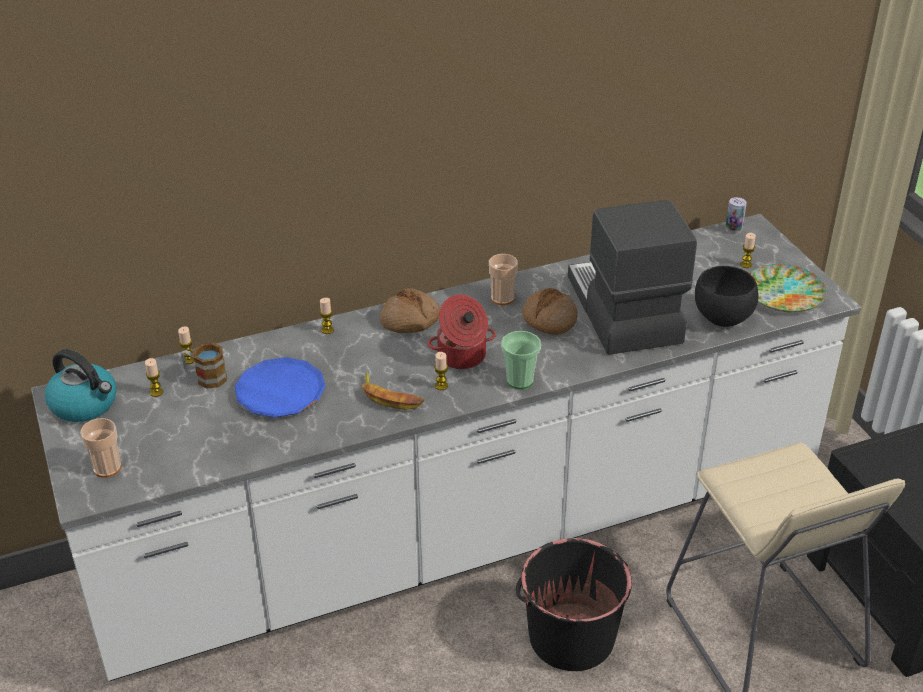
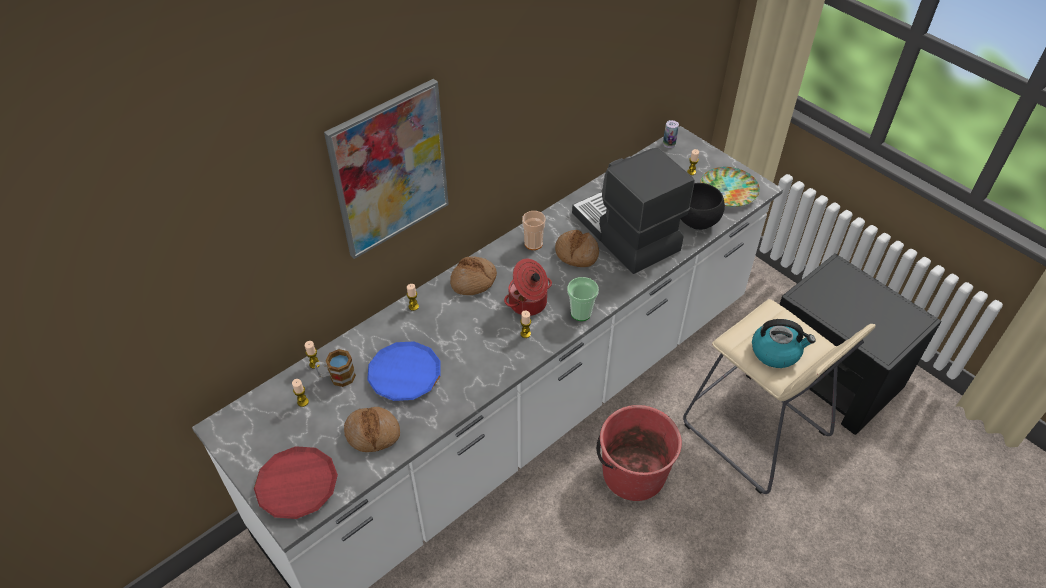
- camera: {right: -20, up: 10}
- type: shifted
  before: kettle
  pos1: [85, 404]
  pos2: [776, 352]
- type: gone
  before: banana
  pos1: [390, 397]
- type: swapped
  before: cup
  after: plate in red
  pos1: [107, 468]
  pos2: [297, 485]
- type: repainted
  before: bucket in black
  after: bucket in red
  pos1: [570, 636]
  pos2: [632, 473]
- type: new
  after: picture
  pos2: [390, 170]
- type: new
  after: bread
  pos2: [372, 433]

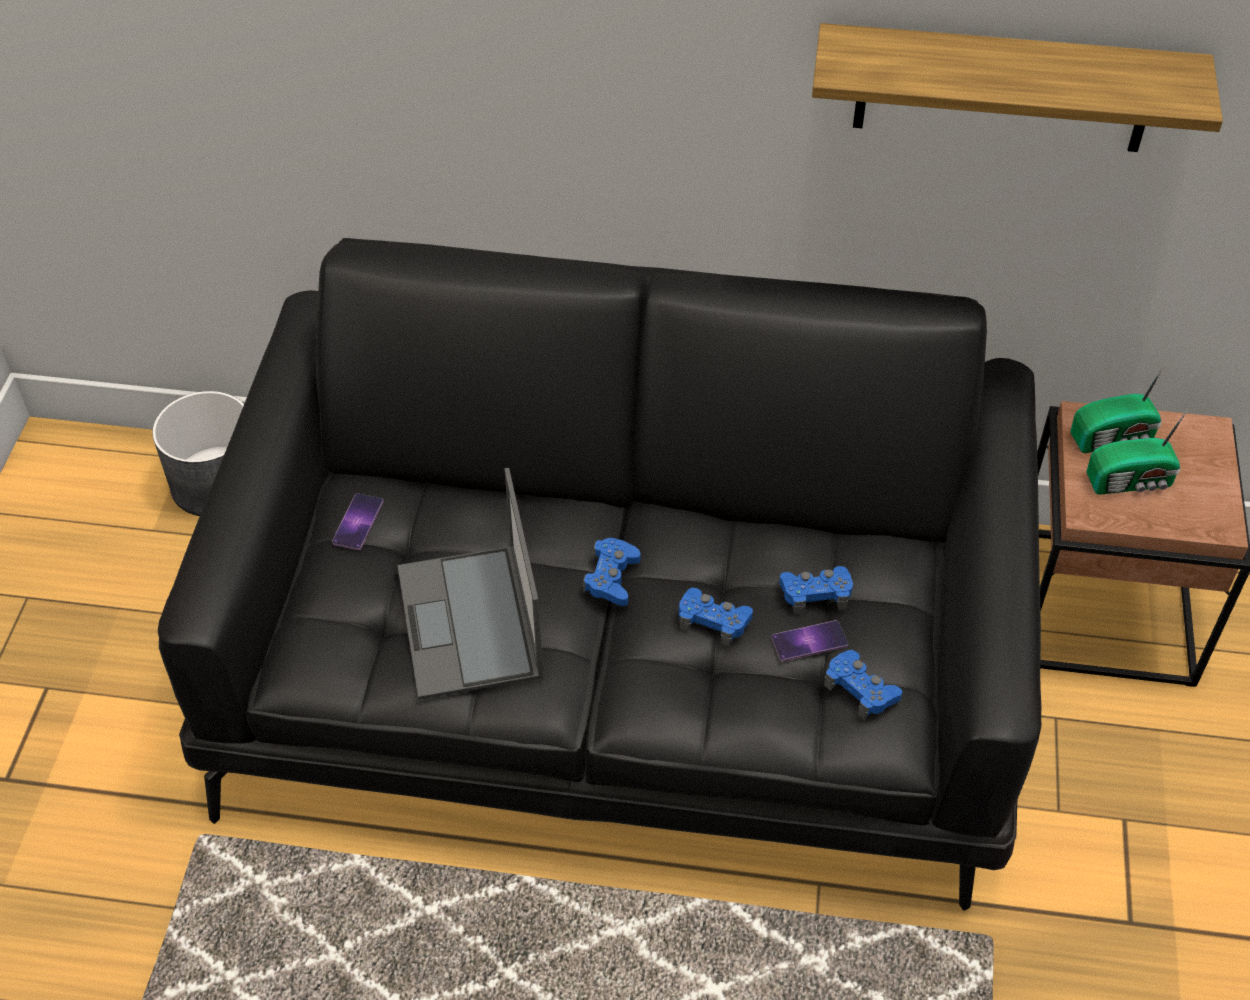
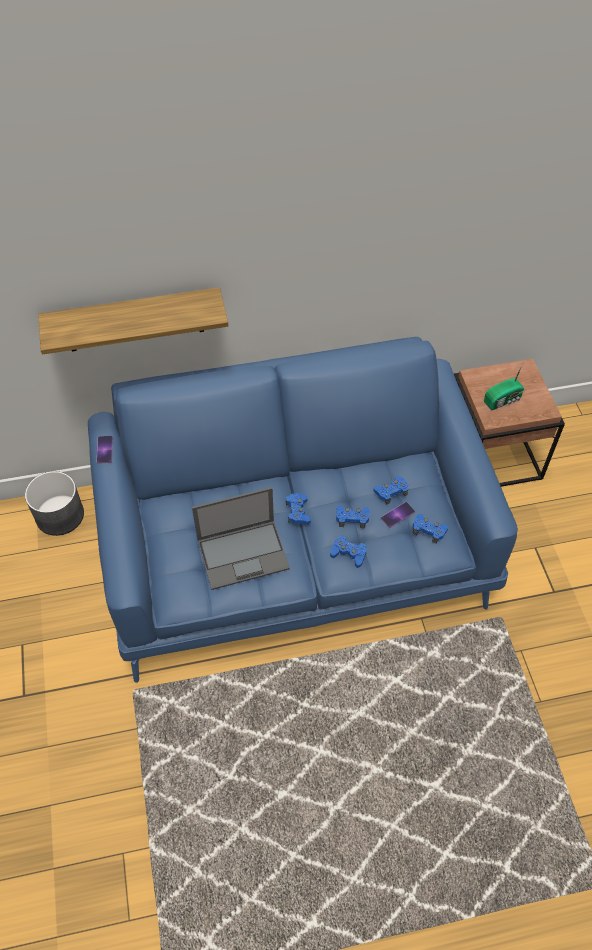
- camera: {right: -20, up: 5}
- type: shifted
  before: shelf
  pos1: [1004, 89]
  pos2: [134, 320]
- type: repainted
  before: sofa in black
  after: sofa in blue
  pos1: [624, 666]
  pos2: [295, 546]
- type: gone
  before: radio
  pos1: [1114, 438]
- type: rotated
  before: laptop
  pos1: [470, 624]
  pos2: [244, 553]
  turn: -75
- type: shifted
  before: phone
  pos1: [358, 522]
  pos2: [104, 449]
- type: new
  after: game controller in blue
  pos2: [348, 553]

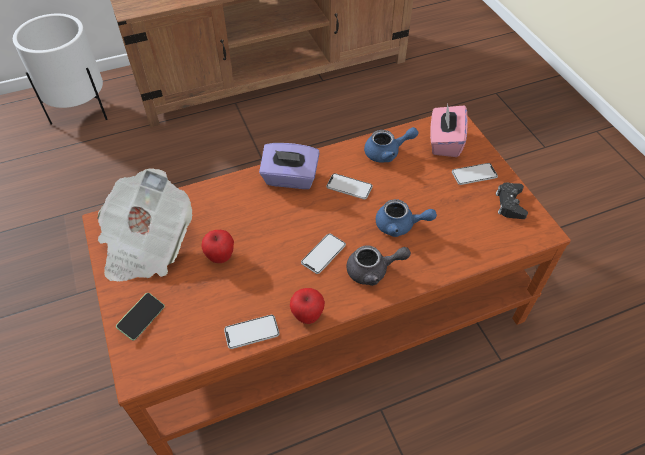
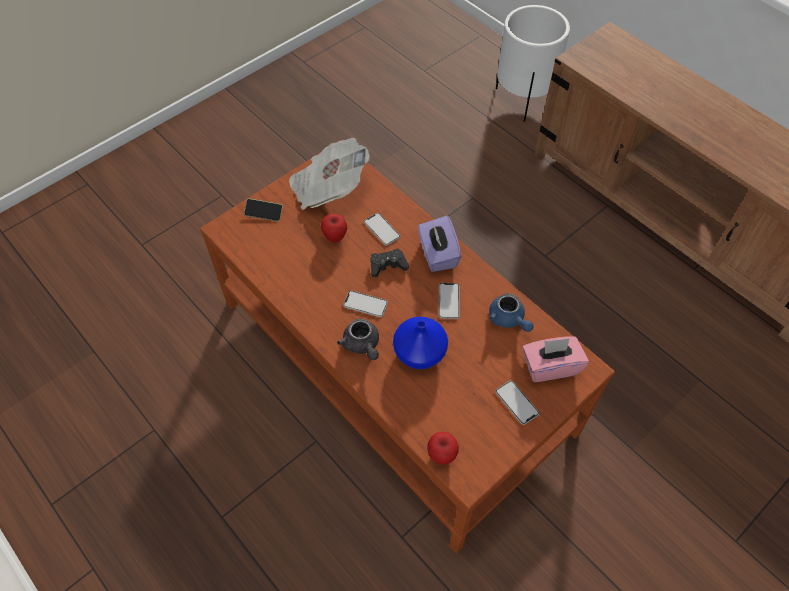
- camera: {right: 70, up: 5}
- type: shifted
  before: game controller in black
  pos1: [510, 204]
  pos2: [387, 265]
- type: swapped
  before: teapot in blue
  after: vase in blue
  pos1: [400, 225]
  pos2: [420, 353]
- type: shifted
  before: apple
  pos1: [307, 315]
  pos2: [441, 455]
- type: shifted
  before: phone
  pos1: [251, 332]
  pos2: [381, 229]

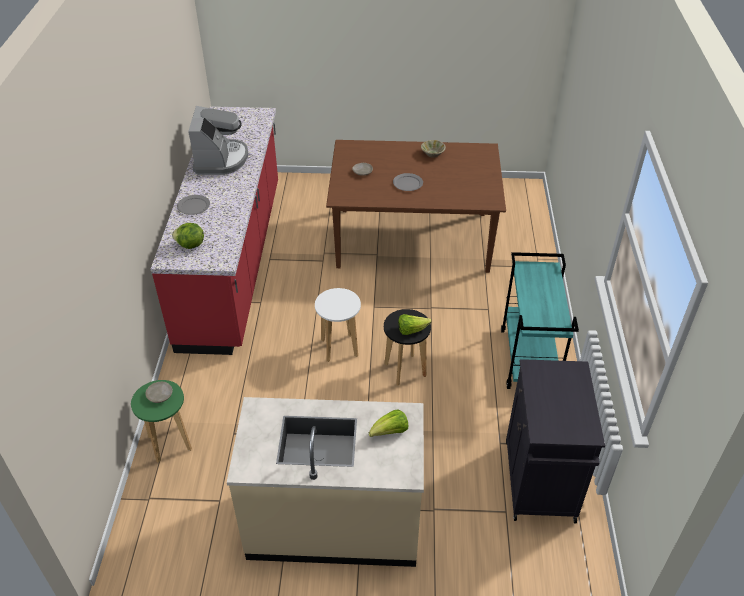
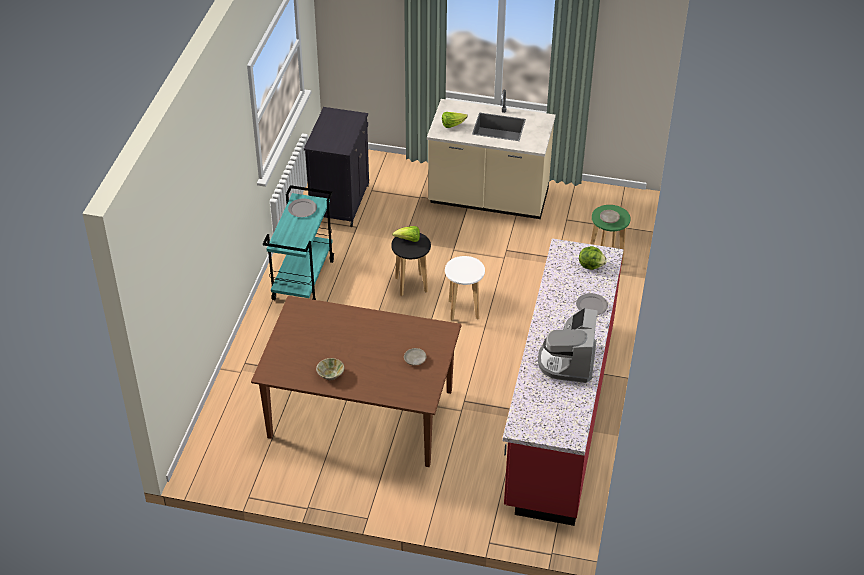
- camera: {right: -170, up: 0}
- type: shifted
  before: plate in grey
  pos1: [408, 183]
  pos2: [302, 209]

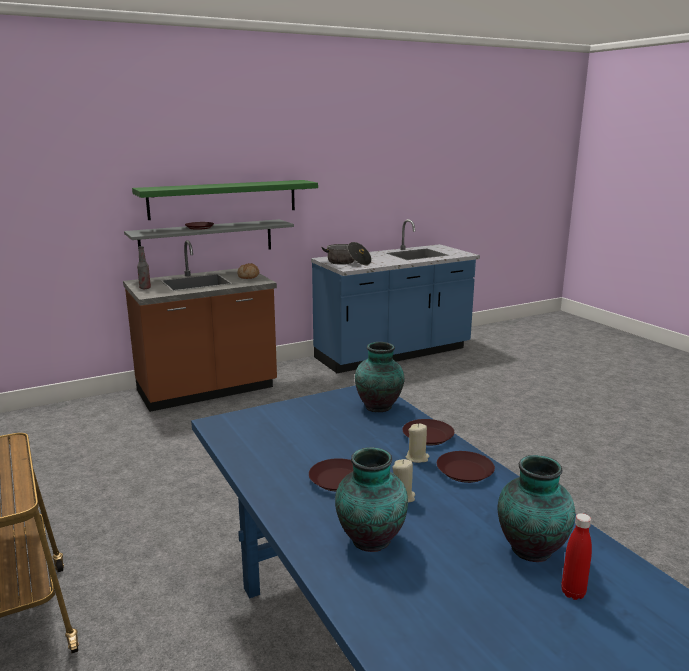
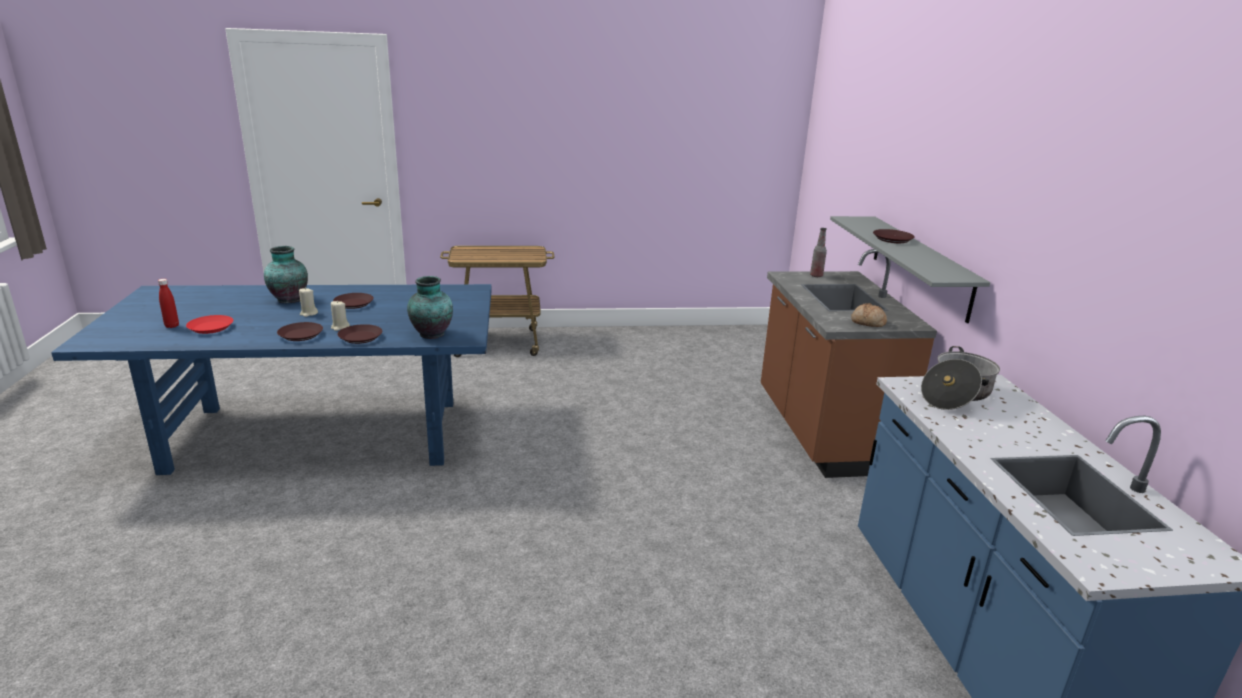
- camera: {right: 110, up: 5}
- type: gone
  before: shelf in green
  pos1: [224, 199]
- type: swapped
  before: vase
  after: plate in red
  pos1: [531, 550]
  pos2: [210, 327]

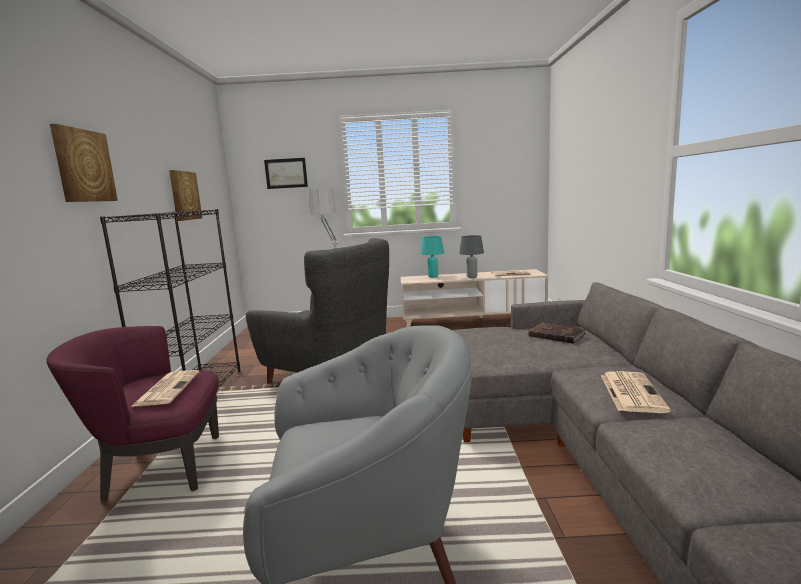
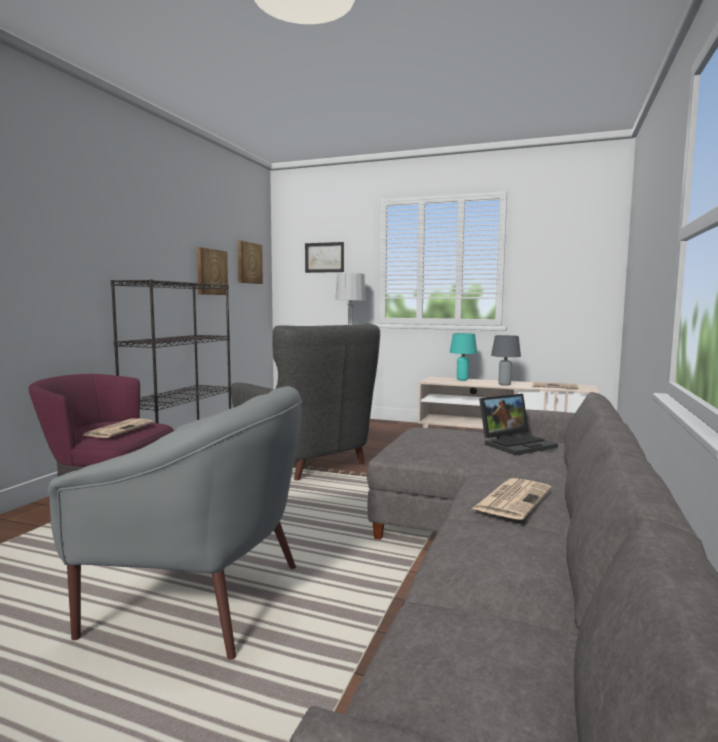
- camera: {right: 20, up: -5}
- type: shifted
  before: picture
  pos1: [83, 166]
  pos2: [249, 263]
- type: swapped
  before: book in brown
  after: laptop
  pos1: [556, 335]
  pos2: [516, 444]

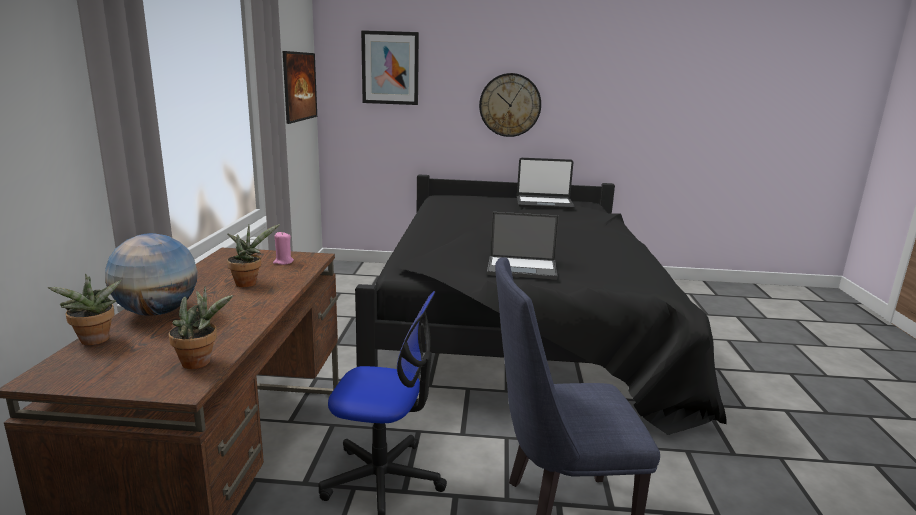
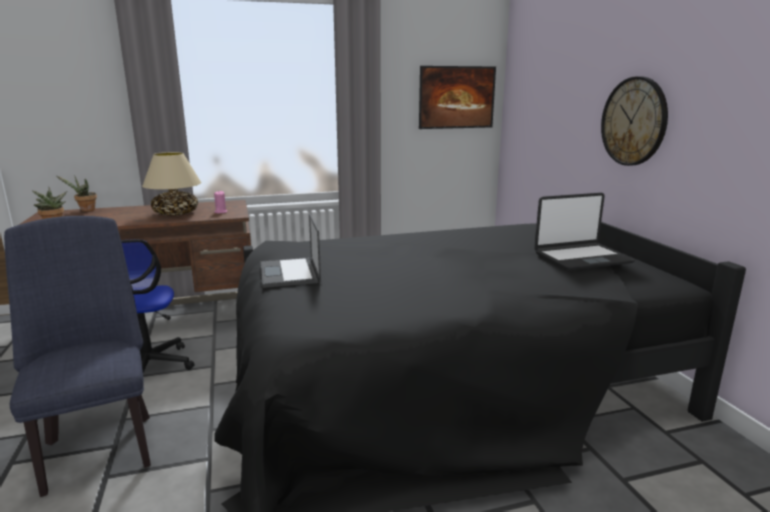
- camera: {right: 70, up: 0}
- type: gone
  before: picture
  pos1: [390, 68]
- type: rotated
  before: laptop
  pos1: [544, 203]
  pos2: [581, 258]
  turn: -90
- type: swapped
  before: potted plant
  after: table lamp in beige
  pos1: [248, 283]
  pos2: [175, 213]
- type: gone
  before: globe
  pos1: [158, 312]

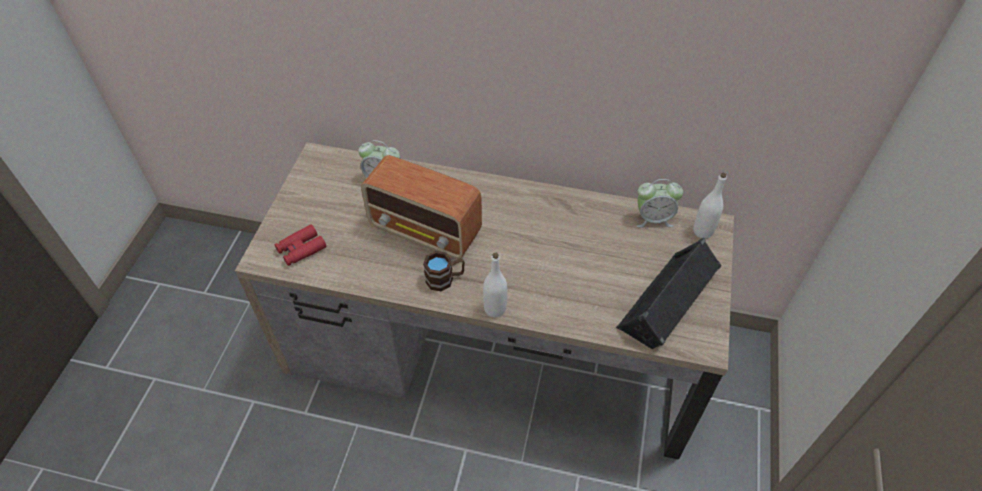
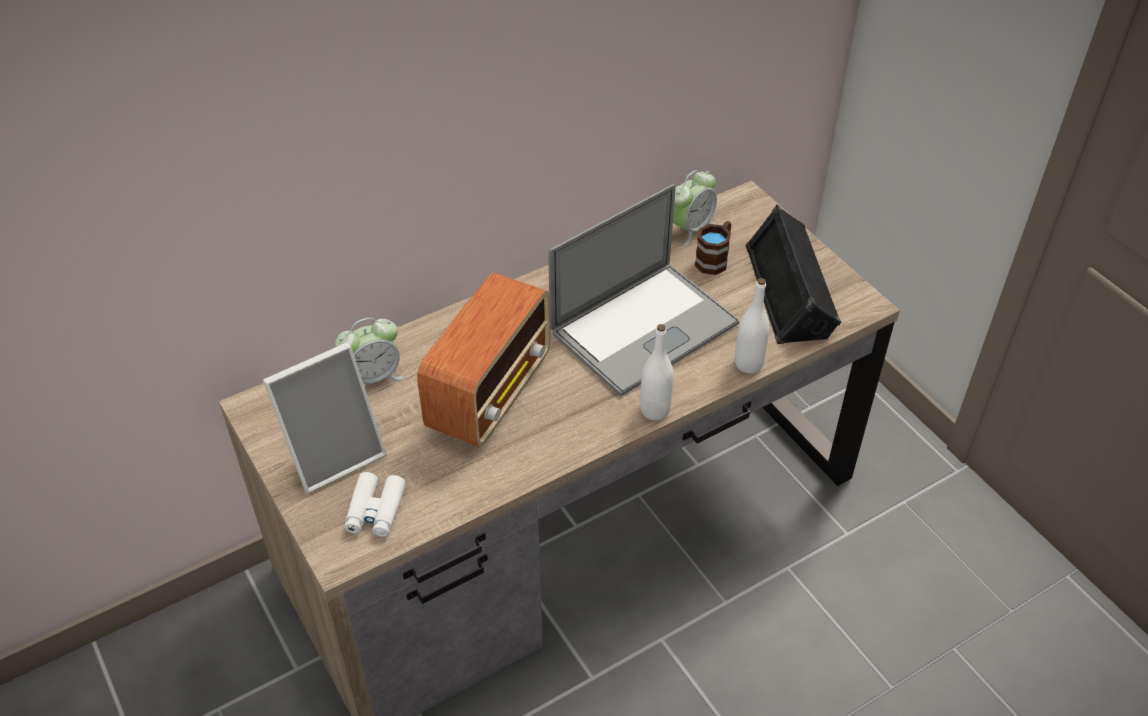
- camera: {right: -45, up: -5}
- type: rotated
  before: radio
  pos1: [426, 231]
  pos2: [491, 391]
  turn: -45
- type: shifted
  before: bottle in white
  pos1: [702, 231]
  pos2: [748, 364]
- type: repainted
  before: binoculars in red
  after: binoculars in white
  pos1: [301, 249]
  pos2: [375, 510]
- type: shifted
  before: mug in brown
  pos1: [445, 279]
  pos2: [714, 259]
- type: new
  after: laptop
  pos2: [644, 328]
- type: new
  after: picture frame
  pos2: [334, 454]

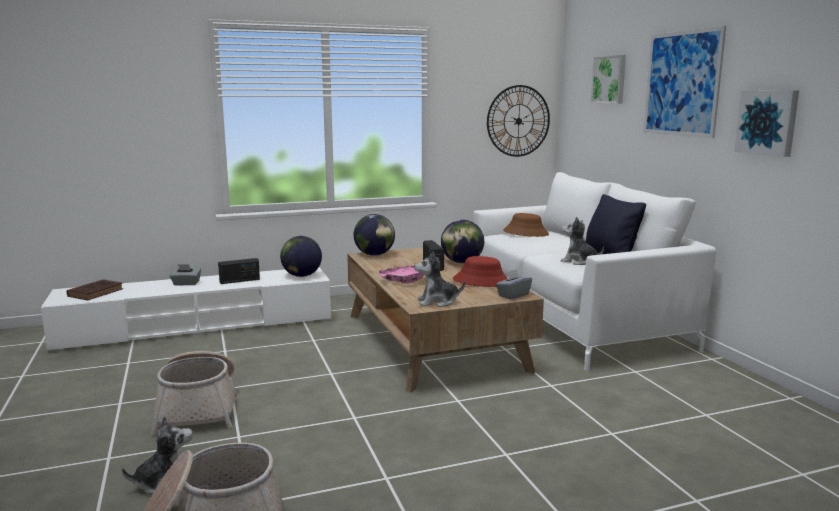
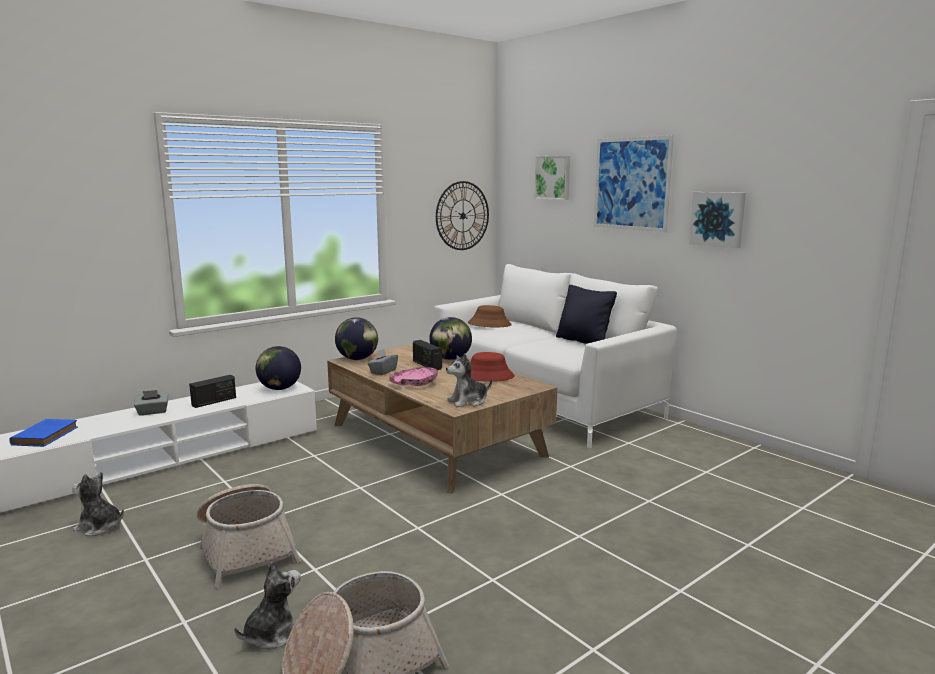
- camera: {right: -20, up: 0}
- type: shifted
  before: plush toy
  pos1: [579, 261]
  pos2: [99, 527]
- type: shifted
  before: tissue box in grey
  pos1: [513, 295]
  pos2: [383, 371]
- type: repainted
  before: book in brown
  after: book in blue
  pos1: [97, 292]
  pos2: [46, 435]

